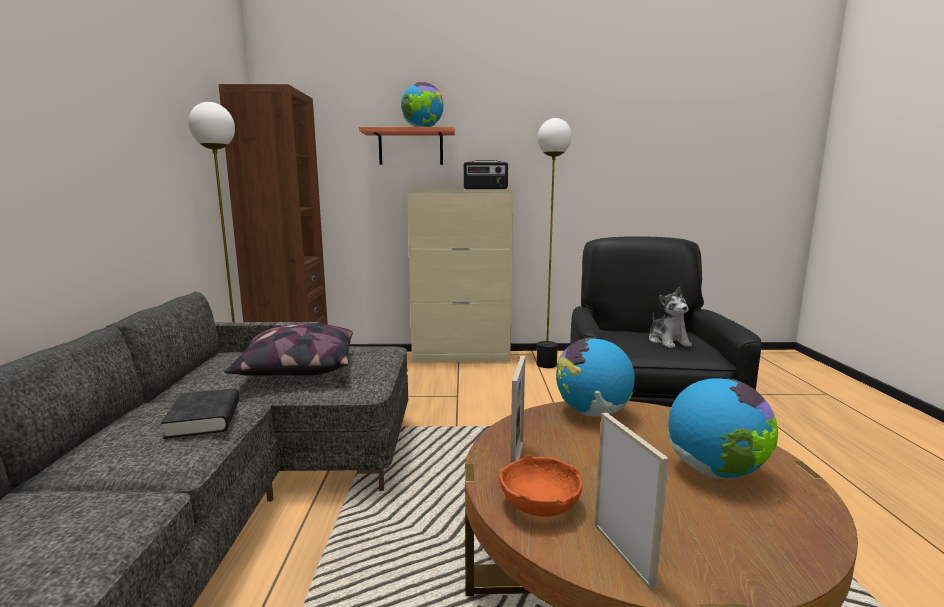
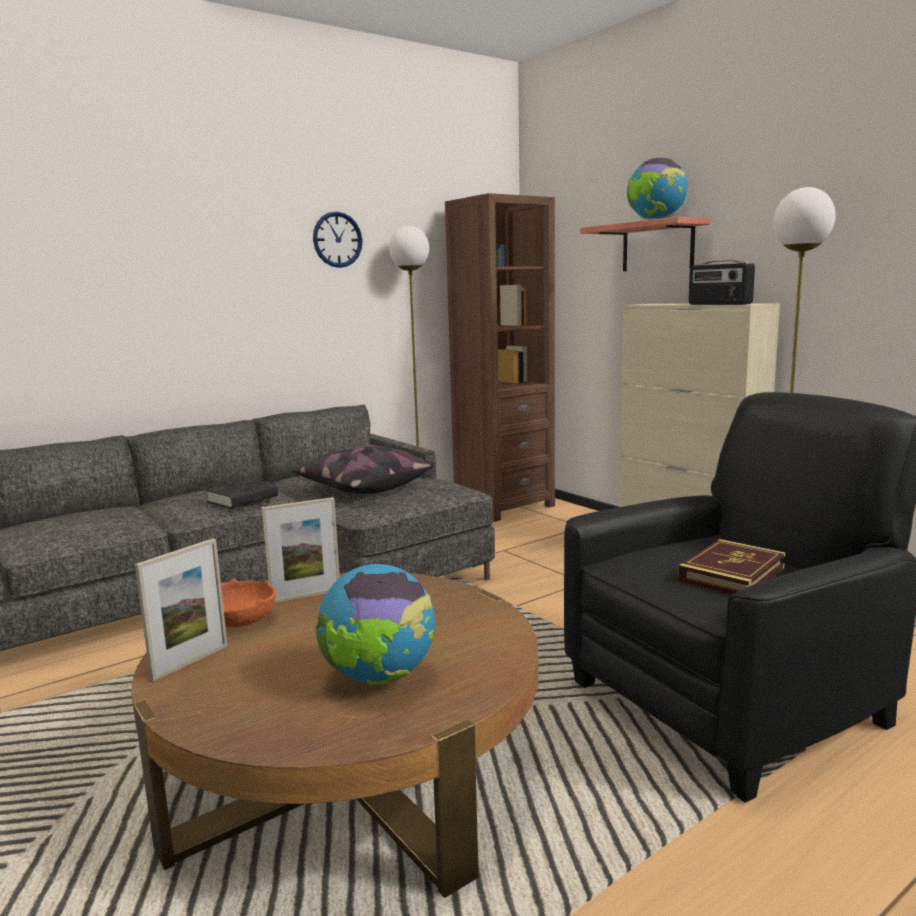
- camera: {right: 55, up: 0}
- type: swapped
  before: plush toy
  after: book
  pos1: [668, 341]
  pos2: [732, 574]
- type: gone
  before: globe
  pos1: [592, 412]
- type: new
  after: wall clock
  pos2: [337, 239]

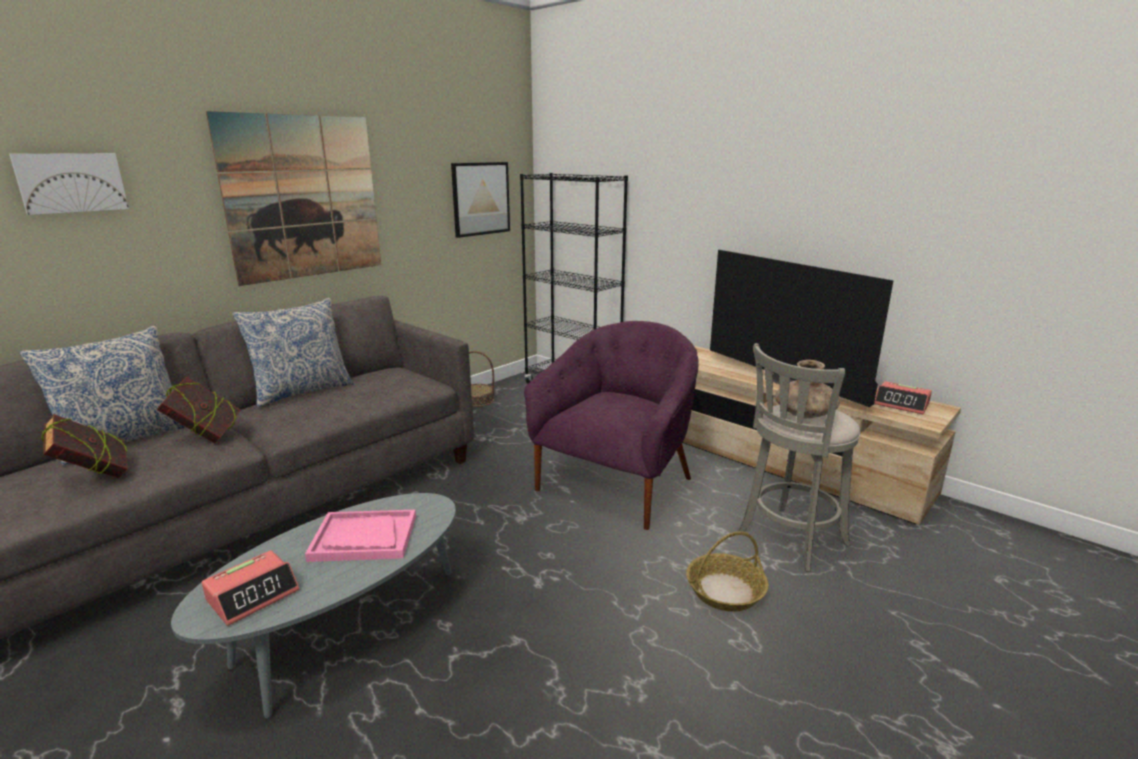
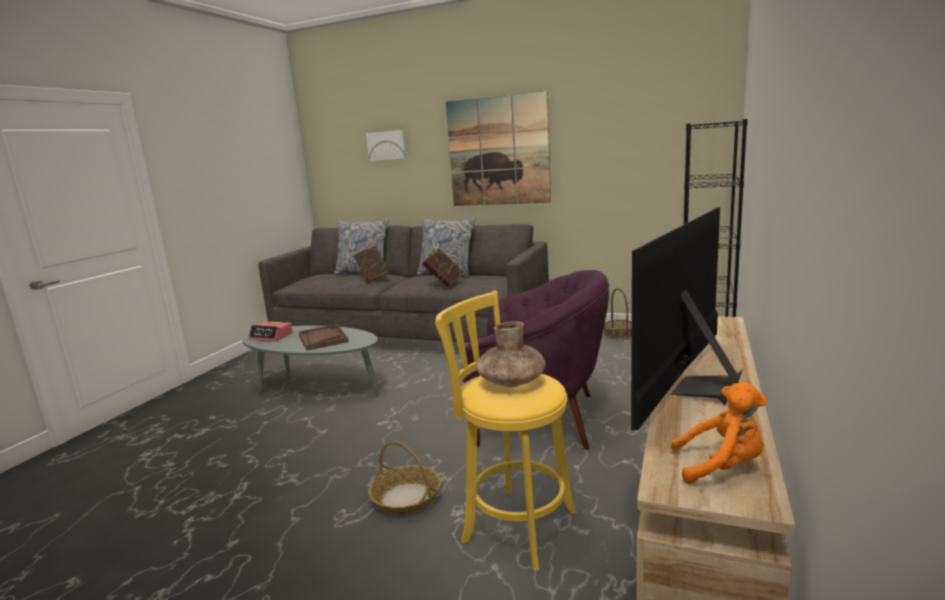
- camera: {right: 70, up: -5}
- type: gone
  before: picture
  pos1: [481, 199]
- type: repainted
  before: stool in grey
  after: stool in yellow
  pos1: [789, 540]
  pos2: [514, 524]
- type: swapped
  before: alarm clock
  after: plush toy in orange
  pos1: [901, 404]
  pos2: [721, 467]
- type: shifted
  before: book
  pos1: [95, 477]
  pos2: [444, 285]
- type: repainted
  before: tray in pink
  after: tray in brown
  pos1: [364, 538]
  pos2: [323, 339]

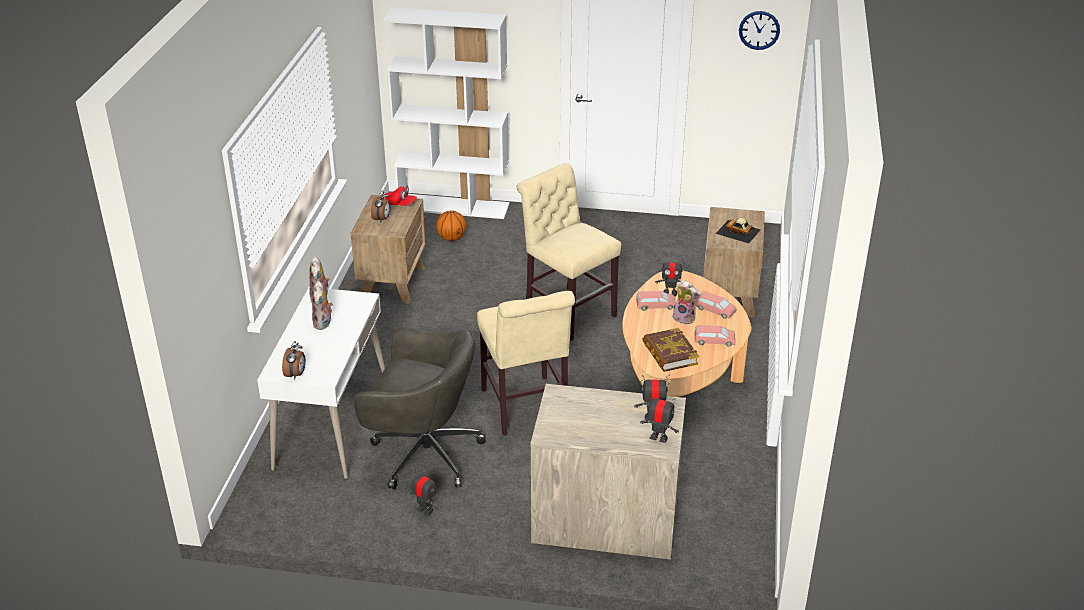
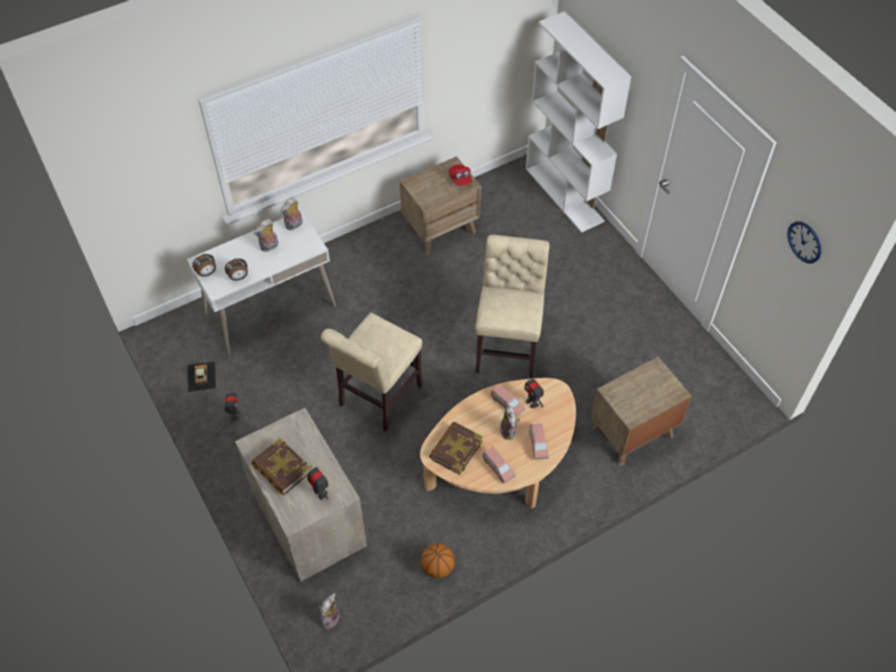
- camera: {right: 50, up: 20}
- type: shifted
  before: alarm clock
  pos1: [382, 219]
  pos2: [239, 277]
- type: shifted
  before: basketball
  pos1: [451, 238]
  pos2: [437, 567]
- type: shifted
  before: toy car
  pos1: [738, 231]
  pos2: [201, 376]
- type: gone
  before: office chair in grey
  pos1: [423, 453]
- type: gone
  before: toy robot
  pos1: [658, 438]
- type: new
  after: book
  pos2: [281, 469]
- type: new
  after: plush toy
  pos2: [329, 617]

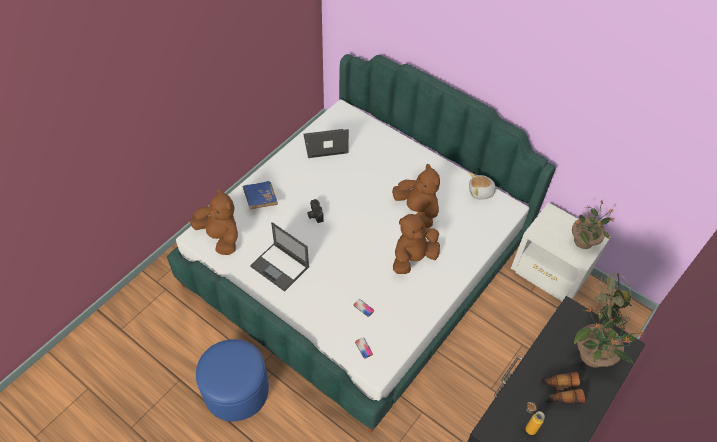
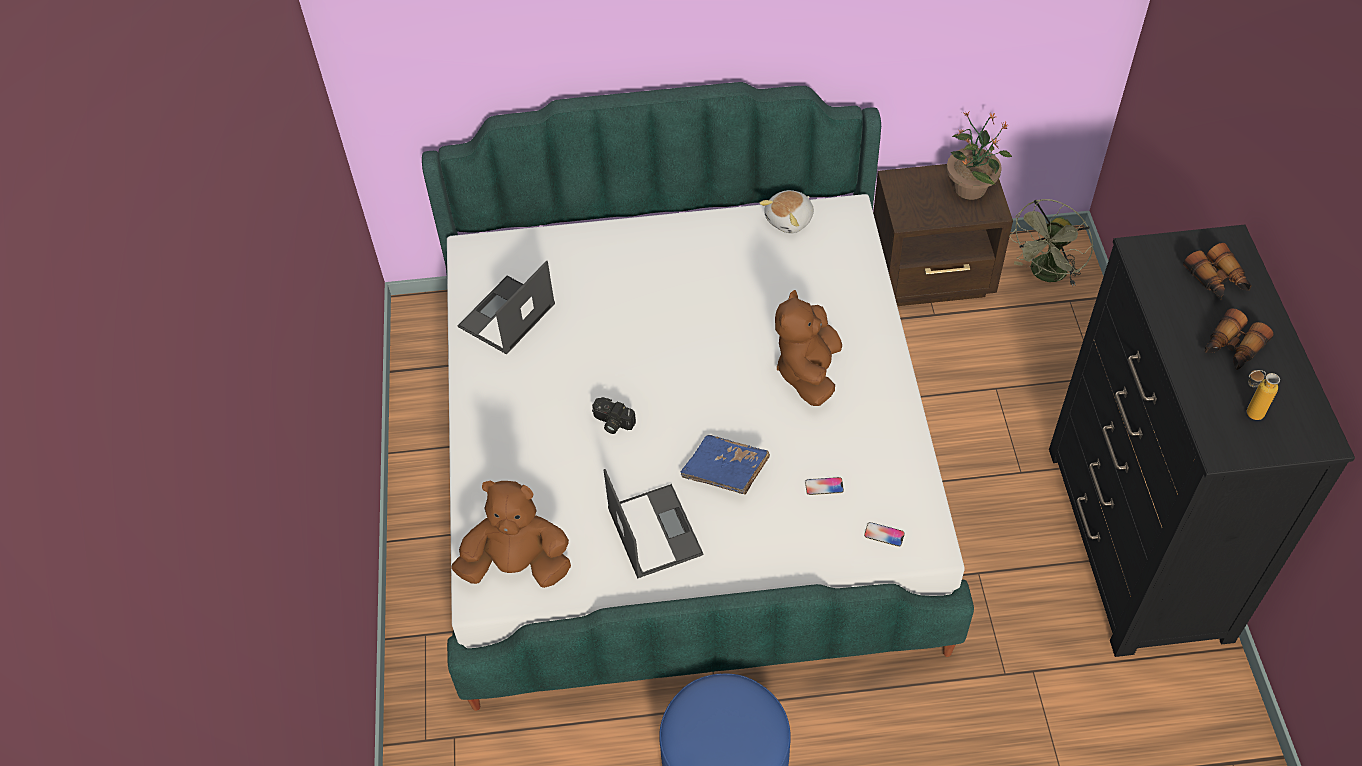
- camera: {right: -40, up: 0}
- type: gone
  before: plush toy in brown
  pos1: [417, 211]
- type: shifted
  before: book in blue
  pos1: [260, 199]
  pos2: [725, 472]
- type: repainted
  before: nightstand in white
  after: nightstand in brown
  pos1: [549, 275]
  pos2: [933, 277]
- type: rotated
  before: laptop
  pos1: [280, 267]
  pos2: [654, 530]
  turn: -105
- type: swapped
  before: potted plant
  after: binoculars
  pos1: [593, 356]
  pos2: [1217, 280]

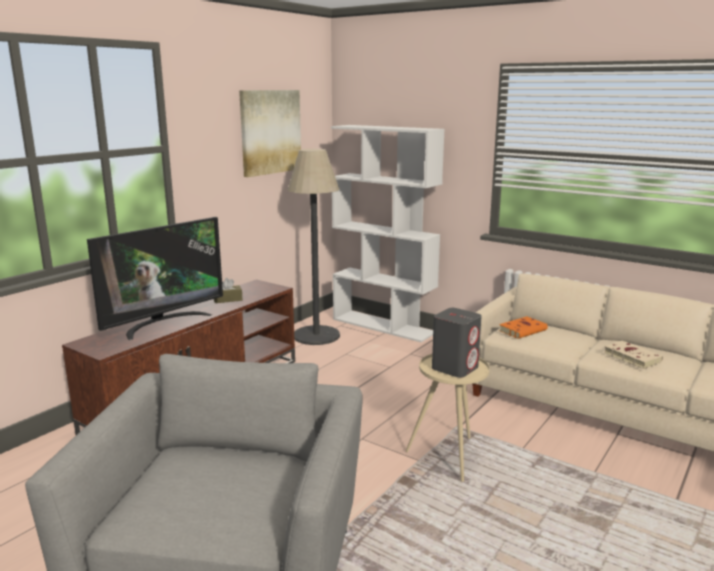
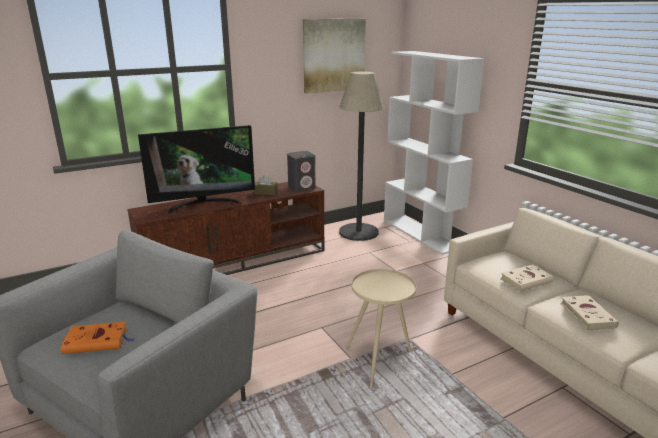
- camera: {right: 25, up: 5}
- type: shifted
  before: speaker in grey
  pos1: [455, 368]
  pos2: [302, 188]
- type: shifted
  before: book in orange
  pos1: [523, 330]
  pos2: [98, 341]
- type: new
  after: book in beige
  pos2: [527, 280]

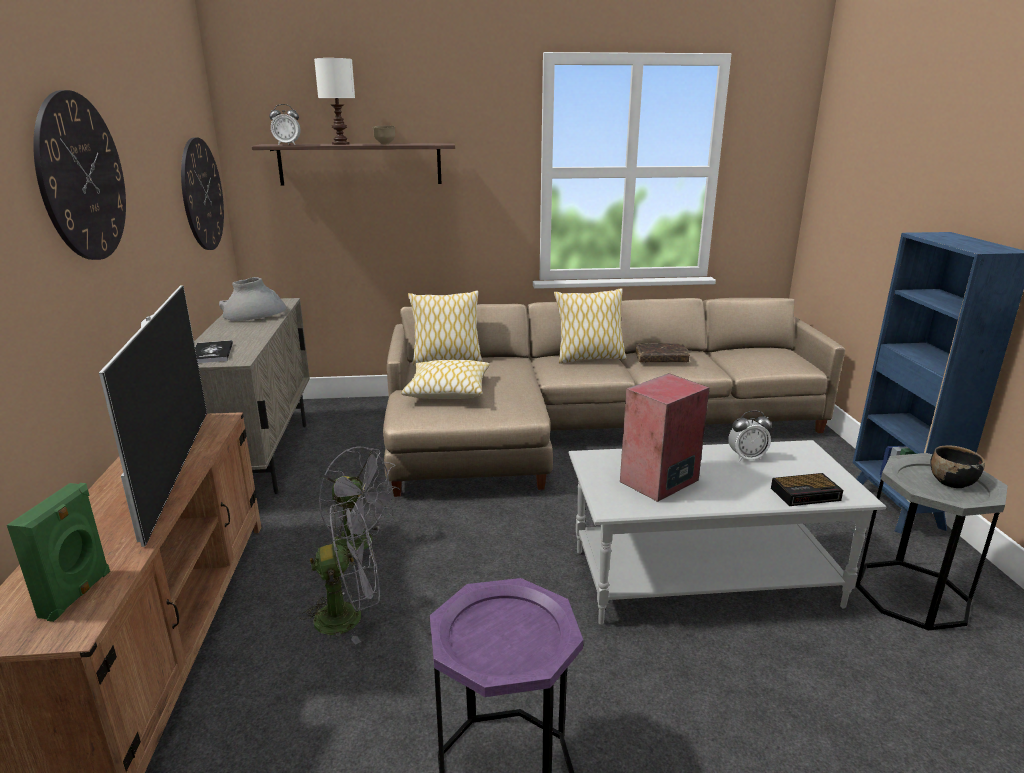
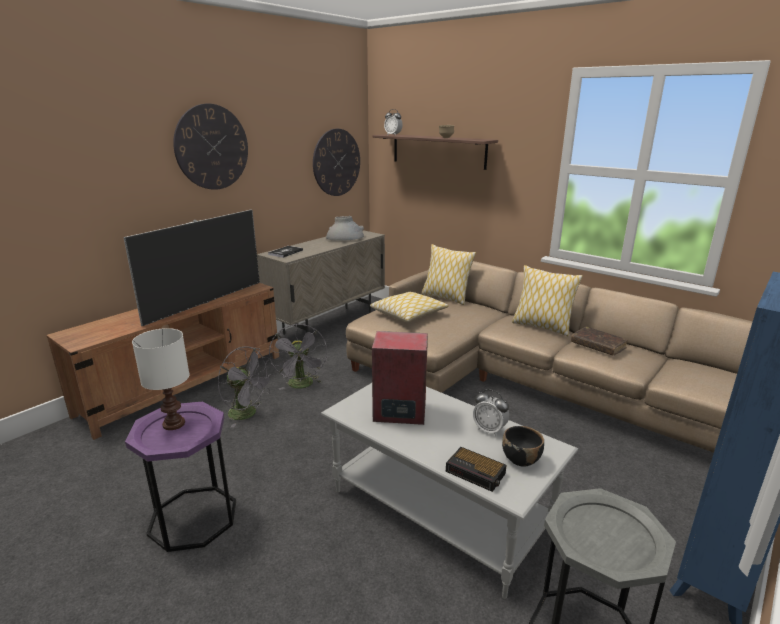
- camera: {right: 45, up: 0}
- type: shifted
  before: table lamp in white
  pos1: [341, 144]
  pos2: [174, 424]
- type: shifted
  before: bowl in black
  pos1: [951, 481]
  pos2: [521, 459]
- type: gone
  before: speaker in green
  pos1: [78, 594]

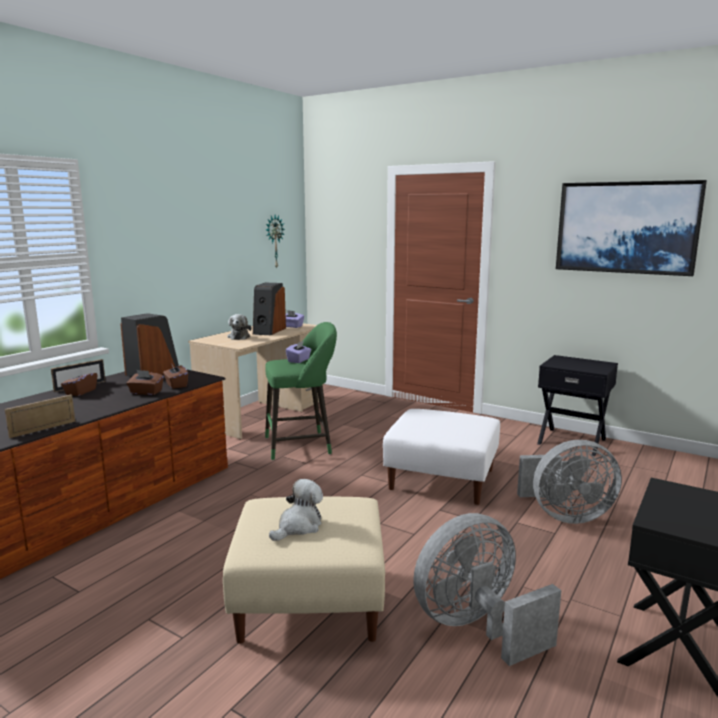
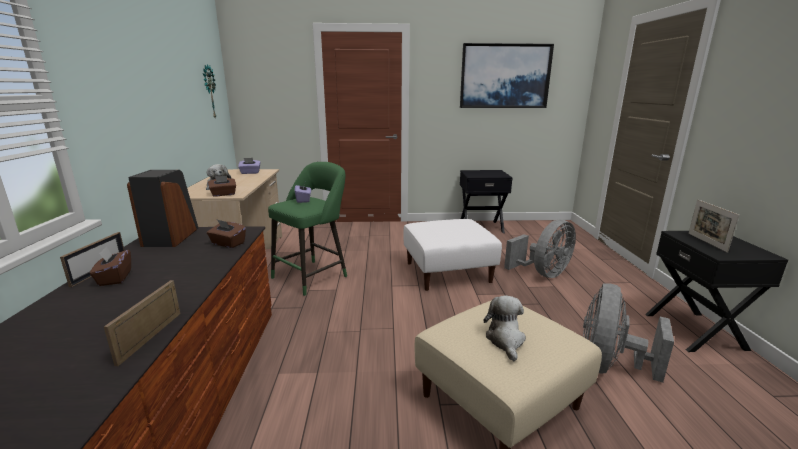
- camera: {right: -35, up: 5}
- type: gone
  before: speaker
  pos1: [269, 331]
- type: shifted
  before: tissue box in brown
  pos1: [146, 392]
  pos2: [223, 194]
- type: new
  after: picture frame
  pos2: [707, 242]

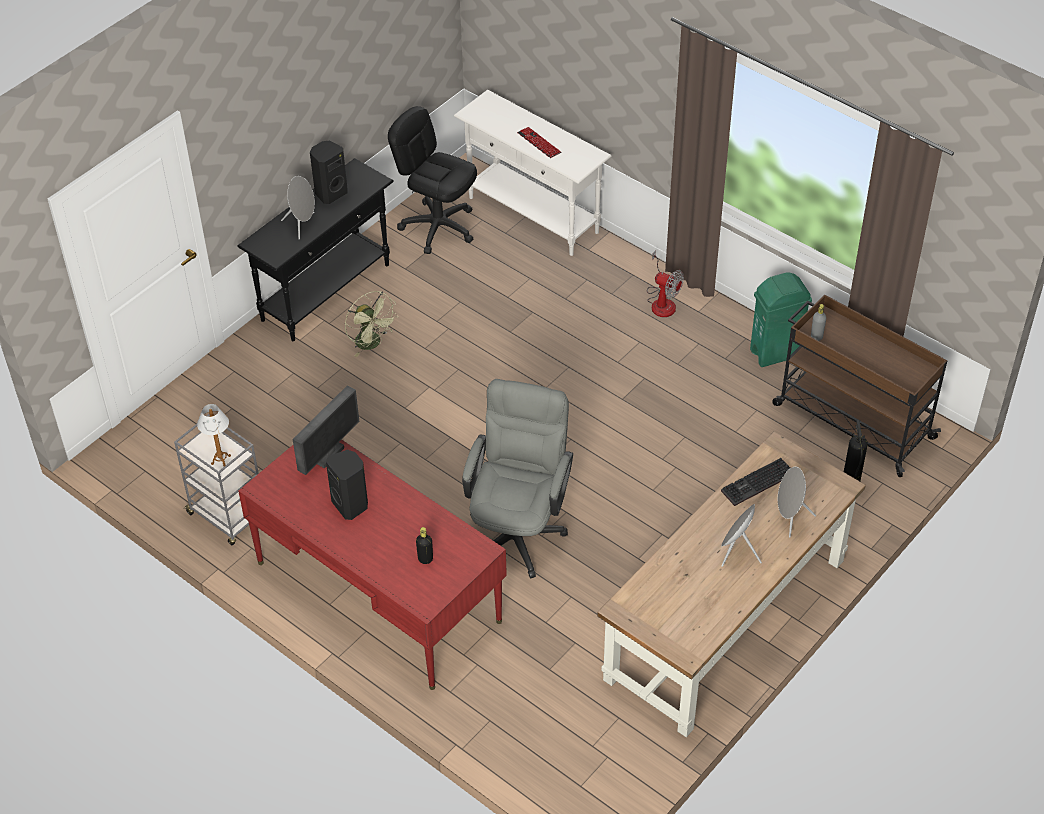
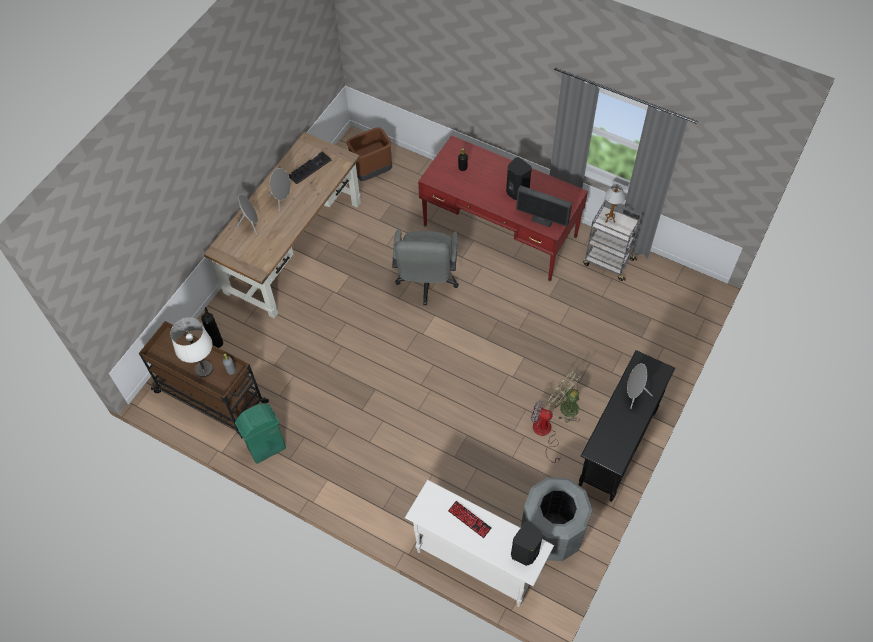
- camera: {right: 170, up: 10}
- type: swapped
  before: office chair in black
  after: trash can in grey
  pos1: [438, 227]
  pos2: [552, 534]
- type: shifted
  before: speaker in black
  pos1: [330, 193]
  pos2: [525, 553]
- type: shifted
  before: fan
  pos1: [662, 301]
  pos2: [544, 433]
- type: rotated
  before: monitor
  pos1: [329, 455]
  pos2: [542, 221]
  turn: -90
- type: shifted
  before: keyboard
  pos1: [757, 484]
  pos2: [310, 167]
- type: new
  after: trash can in brown
  pos2: [372, 172]
- type: new
  after: table lamp in white
  pos2: [204, 369]

